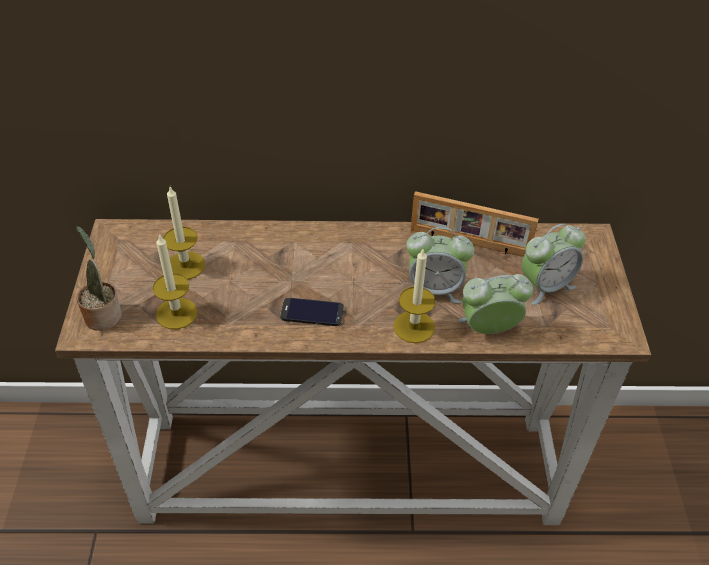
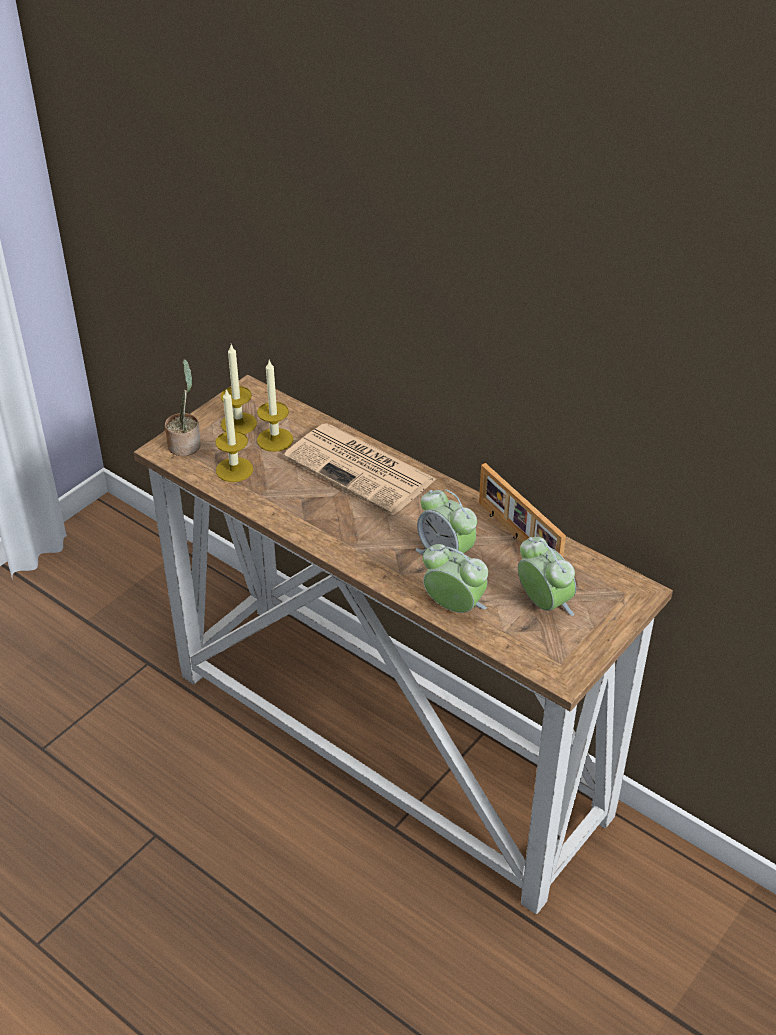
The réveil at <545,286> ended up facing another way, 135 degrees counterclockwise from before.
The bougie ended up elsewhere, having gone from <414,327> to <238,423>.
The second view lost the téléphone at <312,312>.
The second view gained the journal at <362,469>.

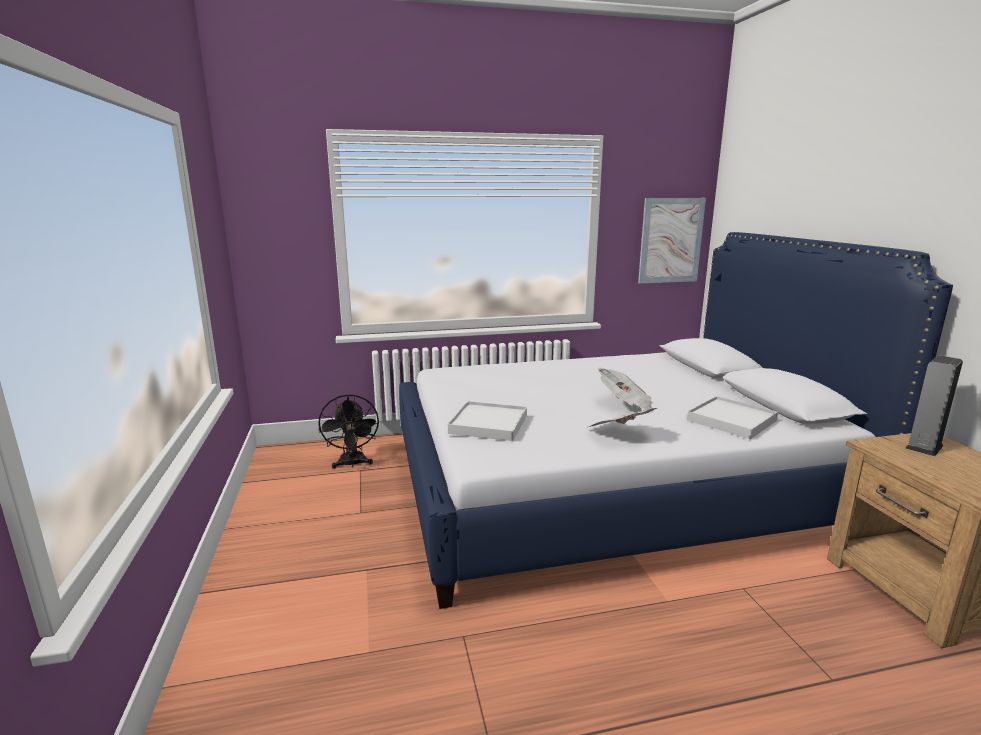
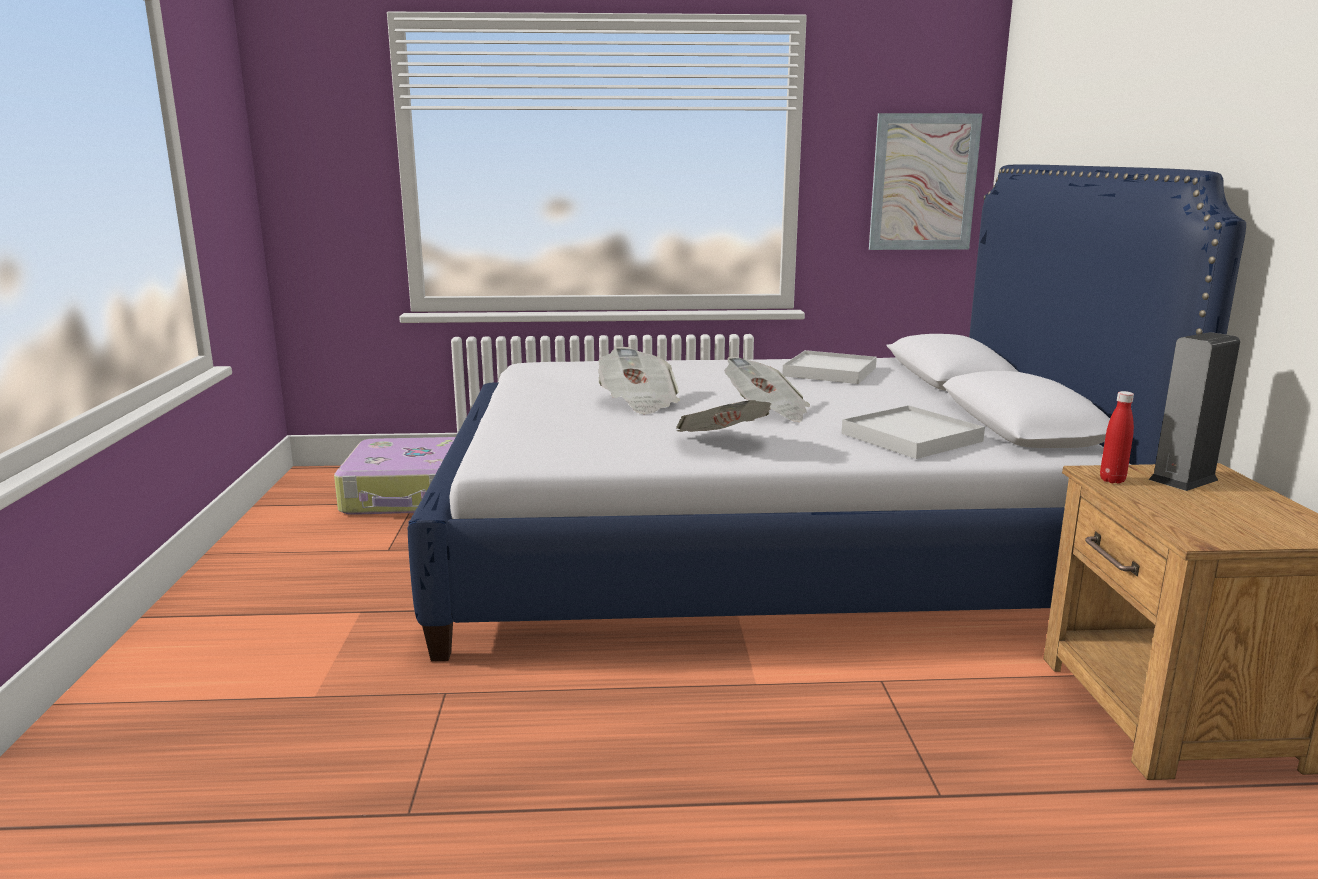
Where the ventilateur/noir stood at <352,464>, the valise came to stand at <408,495>.
The plateau/blanc ended up elsewhere, having gone from <488,424> to <829,372>.
The second view gained the journal at <638,403>.
The second view gained the bouteille/rouge at <1112,480>.

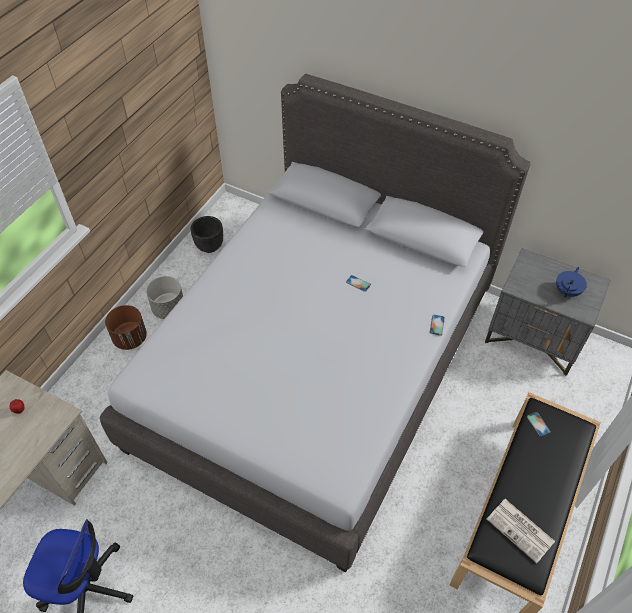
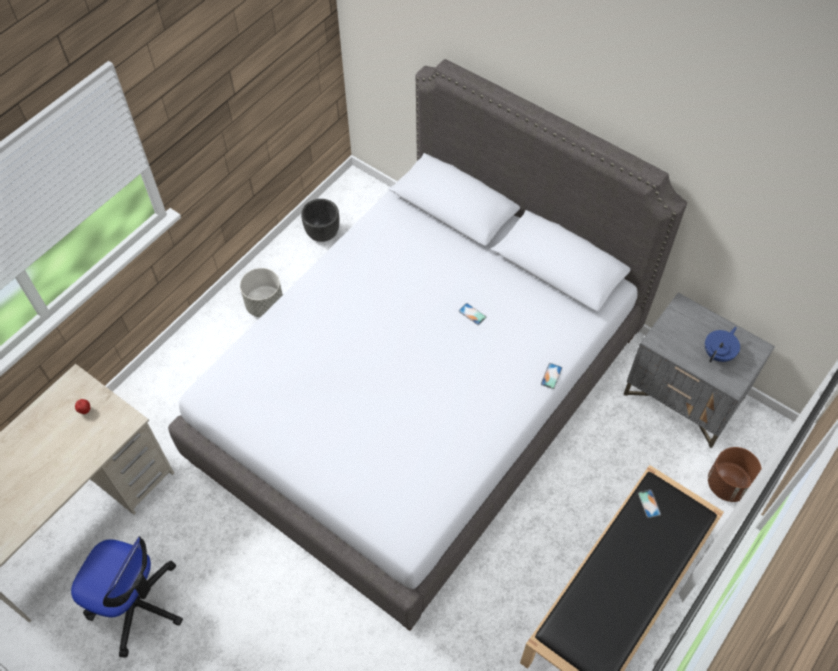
The cache-pot/marron ended up elsewhere, having gone from <130,338> to <728,484>.
The second view lost the journal at <521,530>.

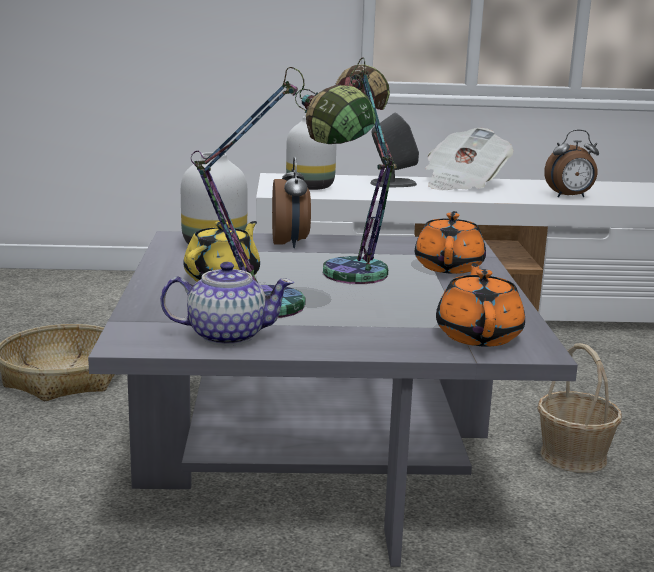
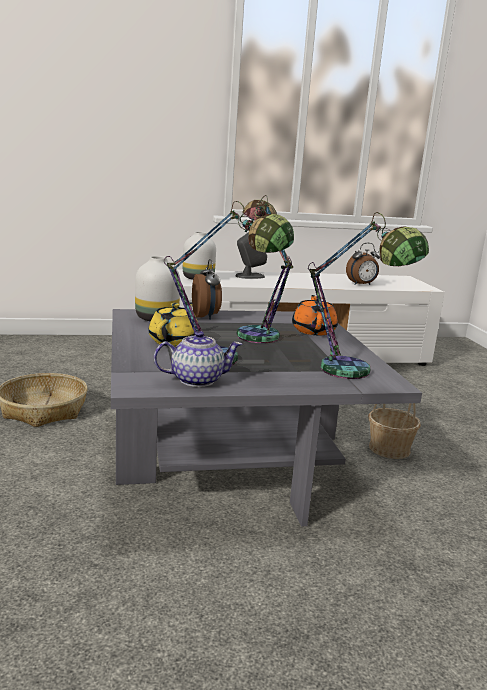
The second view lost the journal at <463,184>.
Where the théière/orange stood at <478,335>, the lampe de table came to stand at <354,375>.

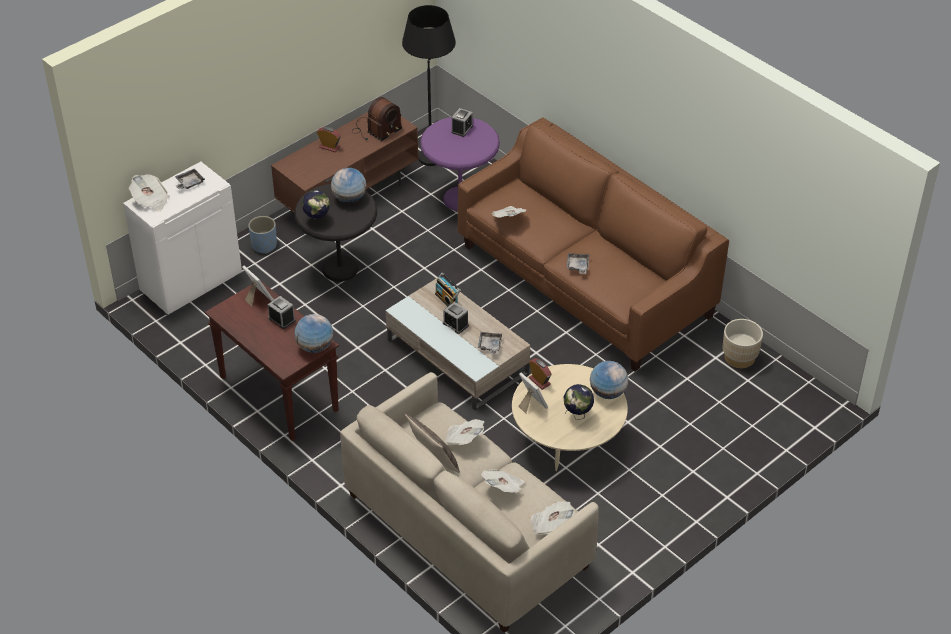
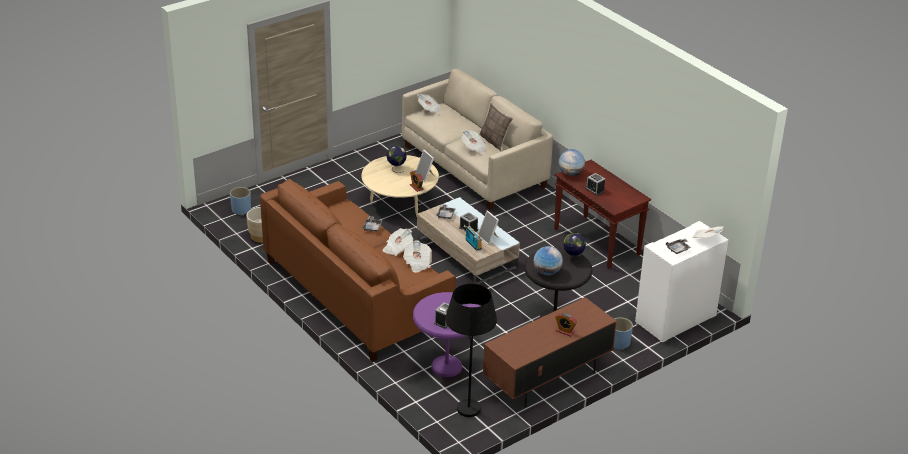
The second view lost the radio at <376,130>.
The cadre photo ended up elsewhere, having gone from <257,298> to <488,238>.
The second view lost the globe at <607,392>.
The journal ended up elsewhere, having gone from <503,488> to <397,248>.
The second view gained the cache-pot/bleu at <241,210>.

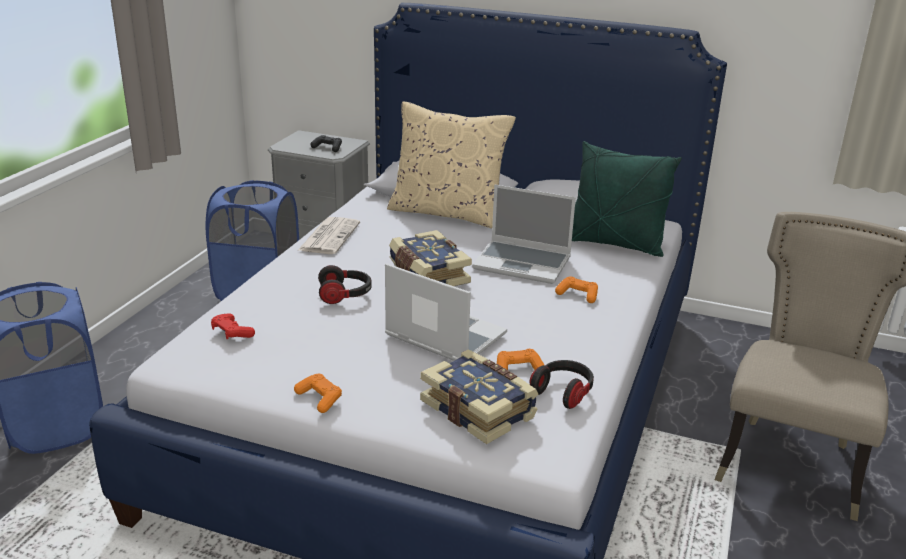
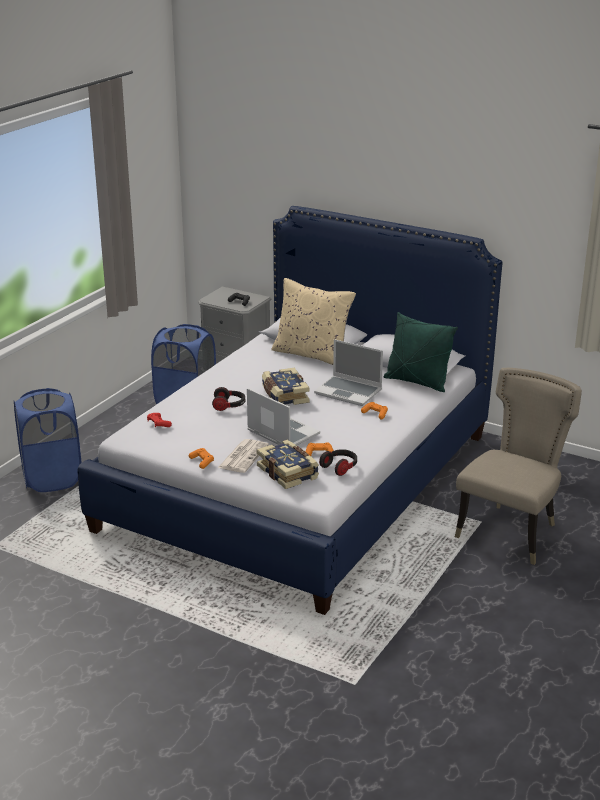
The journal ended up elsewhere, having gone from <329,236> to <243,456>.

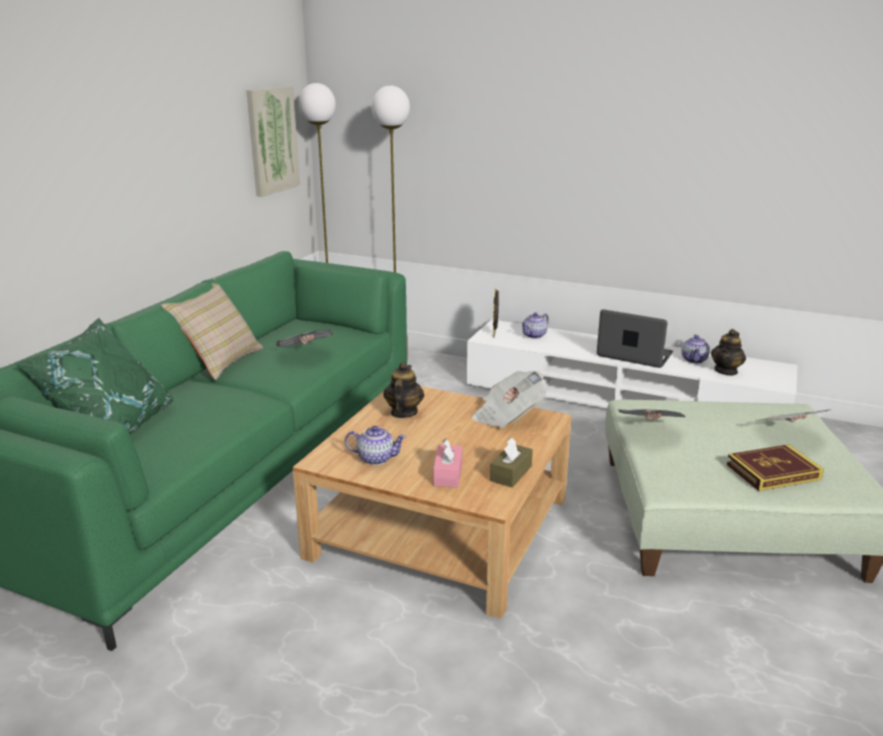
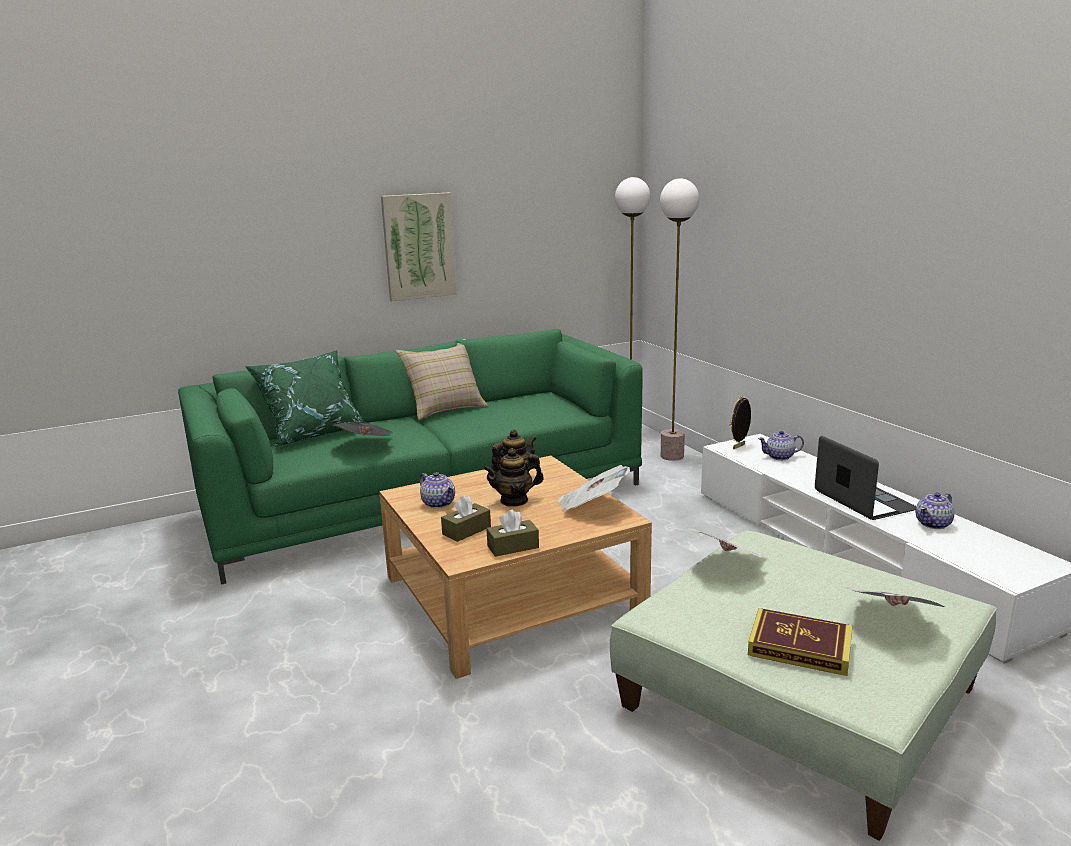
The tableau ended up elsewhere, having gone from <272,140> to <419,246>.
The théière ended up elsewhere, having gone from <726,371> to <514,500>.
The journal ended up elsewhere, having gone from <305,354> to <367,445>.
What was the boîte à mouchoirs/rose at <448,474> turned into the boîte à mouchoirs/marron at <466,530>.

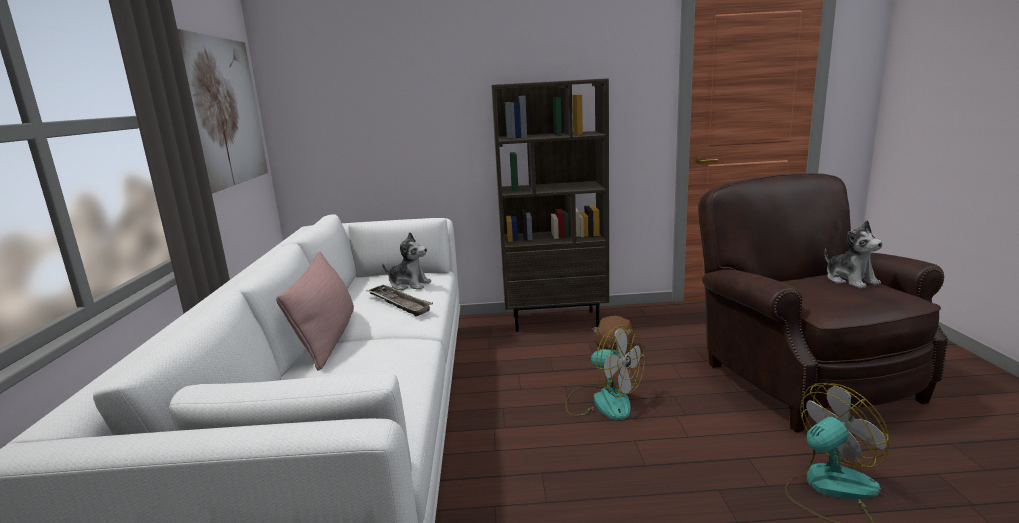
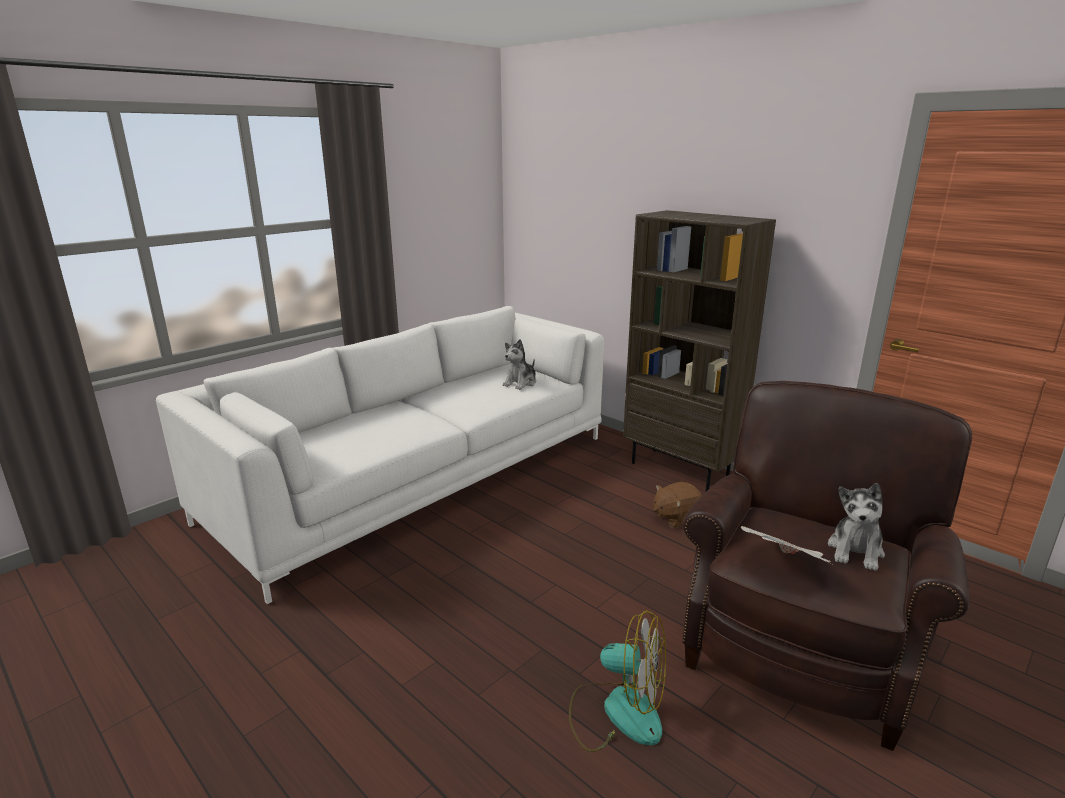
The second view lost the tableau at <224,112>.
The peluche at <409,285> ended up facing another way, 60 degrees clockwise from before.
The second view lost the coussin/rose at <327,338>.
The second view lost the plateau at <399,304>.
The second view lost the ventilateur at <602,401>.
The second view gained the journal at <785,565>.

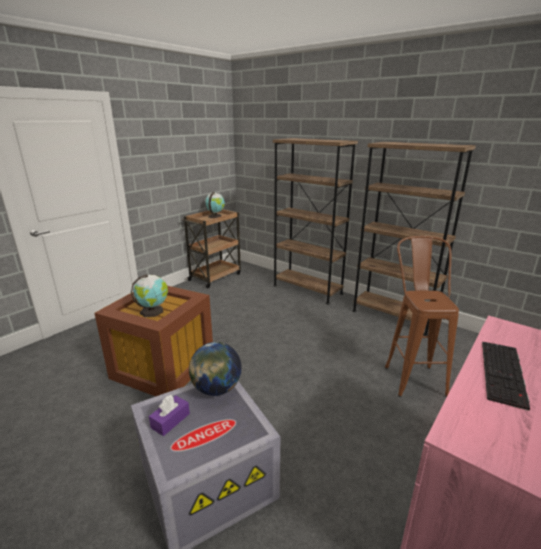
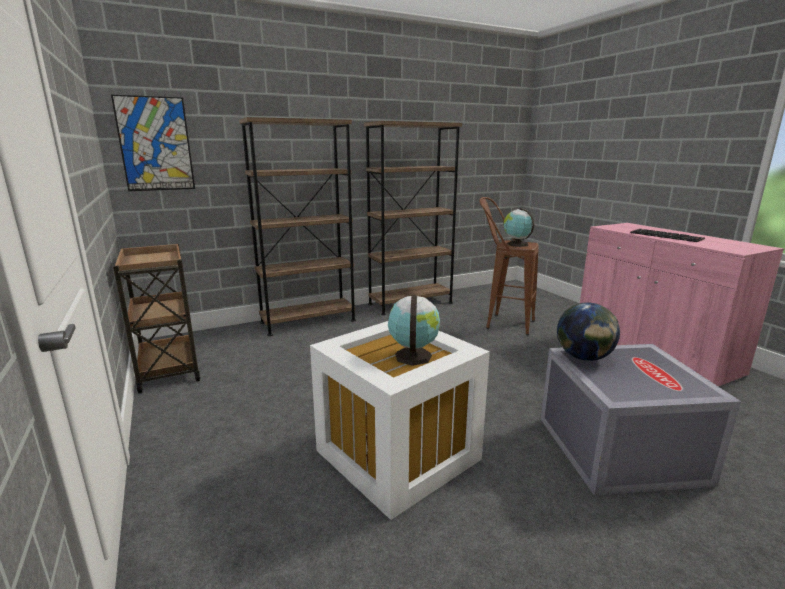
The globe ended up elsewhere, having gone from <215,216> to <516,244>.
What was the boîte de rangement/marron at <163,366> turned into the boîte de rangement/blanc at <395,454>.
The second view lost the boîte à mouchoirs/violet at <170,420>.
The second view gained the tableau at <155,144>.

